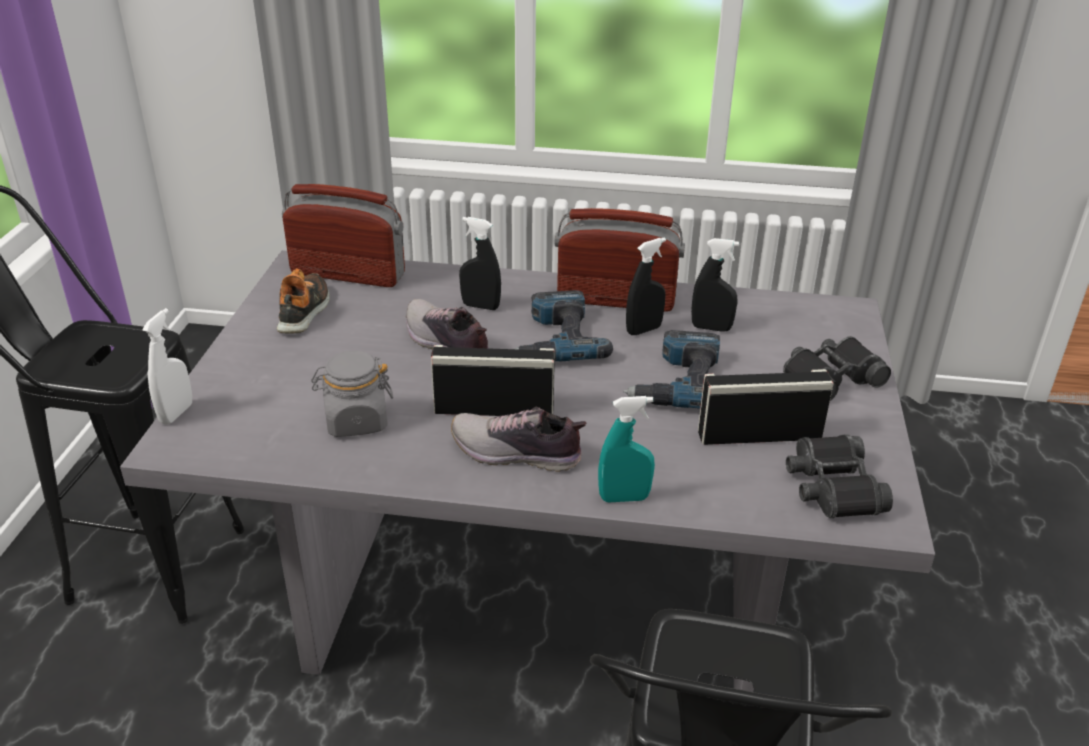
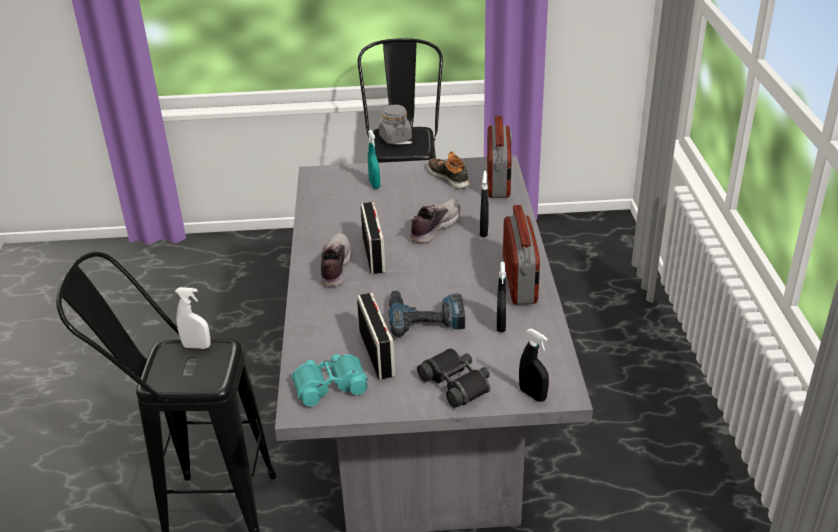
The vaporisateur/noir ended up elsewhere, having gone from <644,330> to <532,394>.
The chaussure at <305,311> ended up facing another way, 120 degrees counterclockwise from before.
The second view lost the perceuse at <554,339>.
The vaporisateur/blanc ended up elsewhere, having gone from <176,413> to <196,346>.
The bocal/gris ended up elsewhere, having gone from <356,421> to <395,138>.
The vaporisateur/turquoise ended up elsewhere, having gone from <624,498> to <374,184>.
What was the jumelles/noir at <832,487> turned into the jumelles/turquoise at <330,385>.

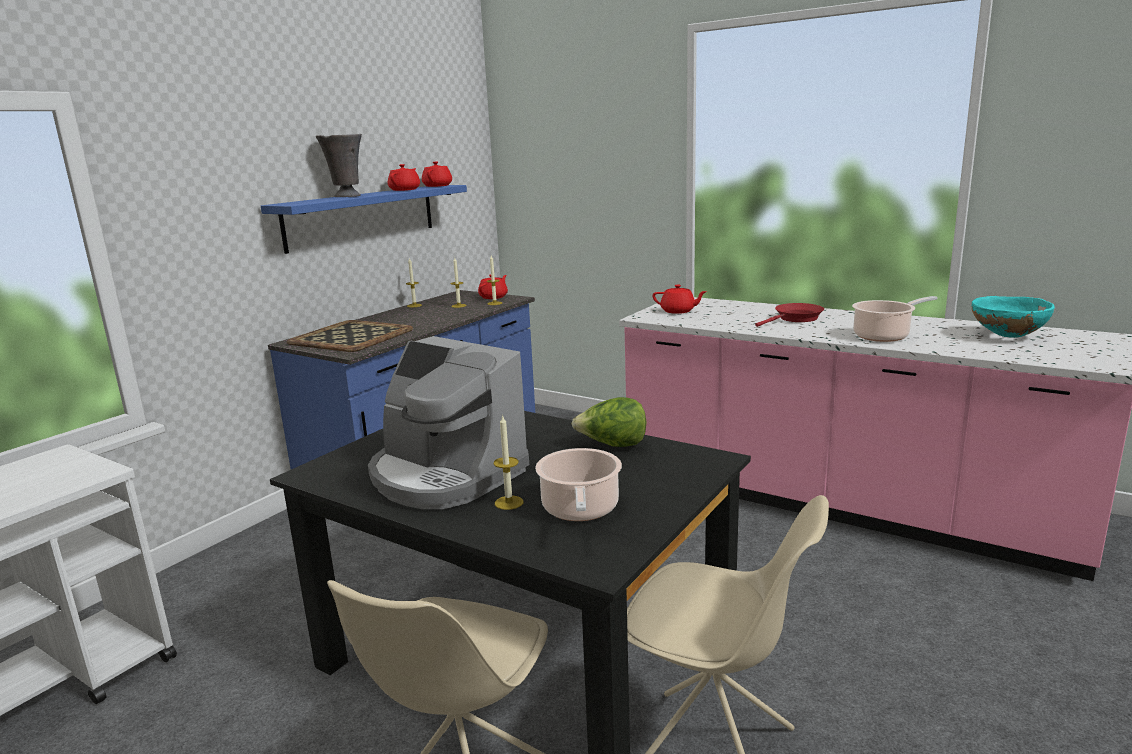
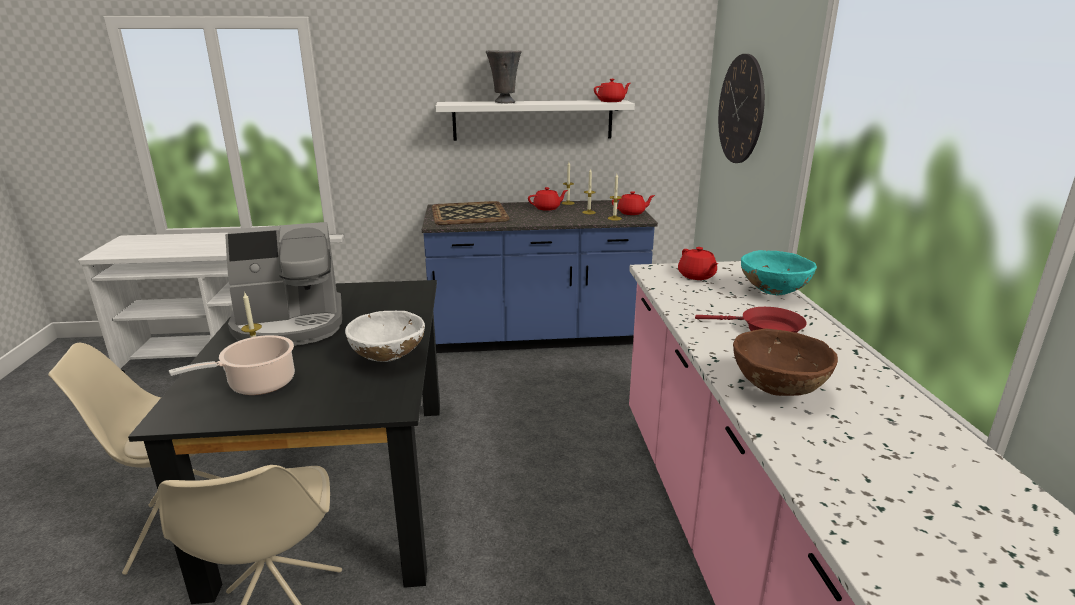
The théière/rouge ended up elsewhere, having gone from <405,190> to <547,208>.
What was the étagère/bleu at <362,216> turned into the étagère/blanc at <533,120>.
Where the marmite stood at <884,336>, the bol/marron came to stand at <777,390>.
The bol/turquoise ended up elsewhere, having gone from <1007,336> to <773,293>.
The machine à café at <445,475> ended up facing another way, 105 degrees counterclockwise from before.
Where the laitue stood at <612,445>, the bol/blanc came to stand at <388,359>.
The second view gained the horloge murale at <741,109>.

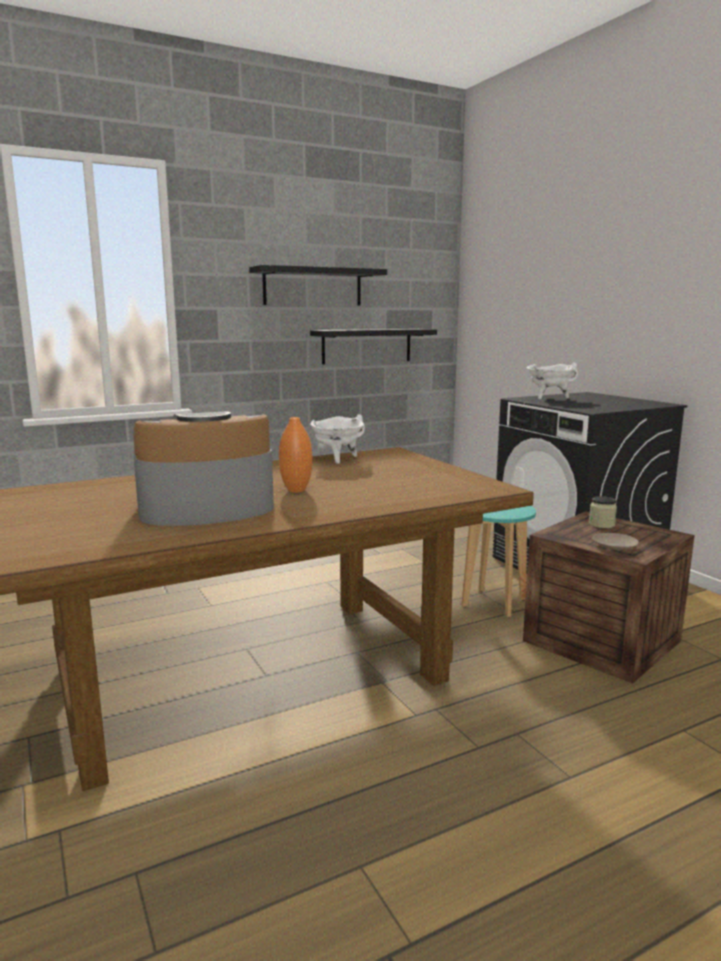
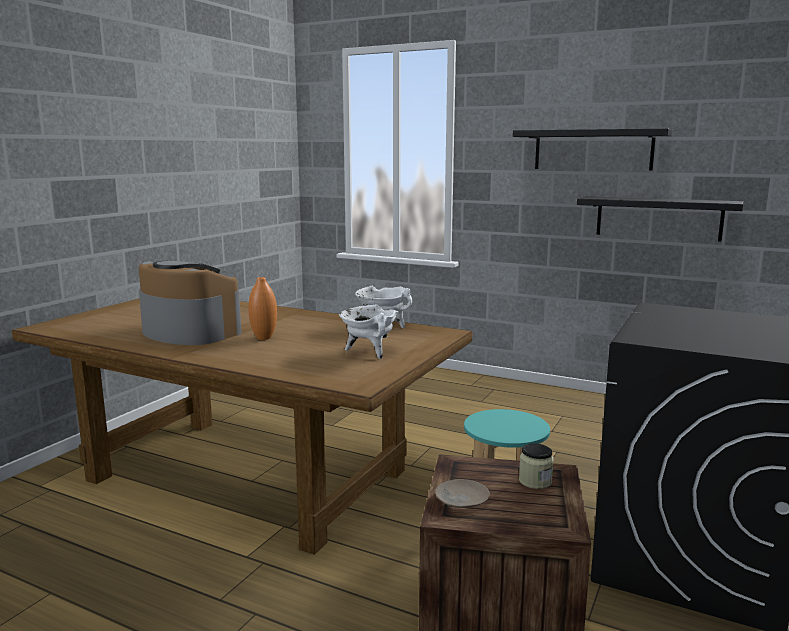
The marmite/blanc ended up elsewhere, having gone from <548,398> to <369,352>.

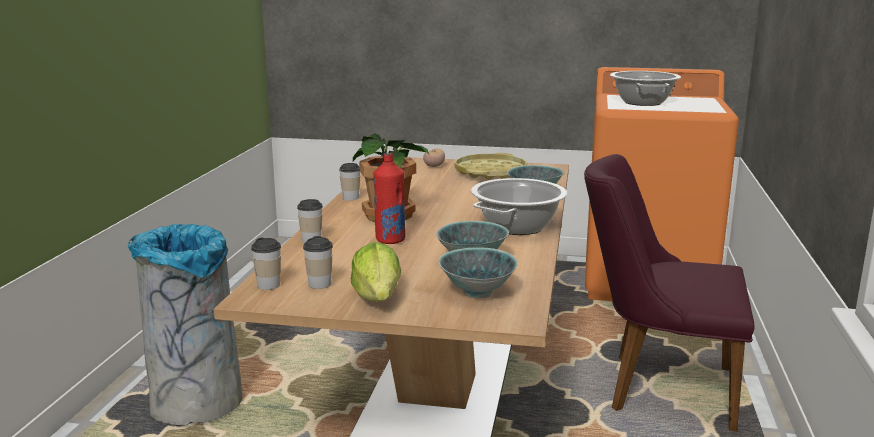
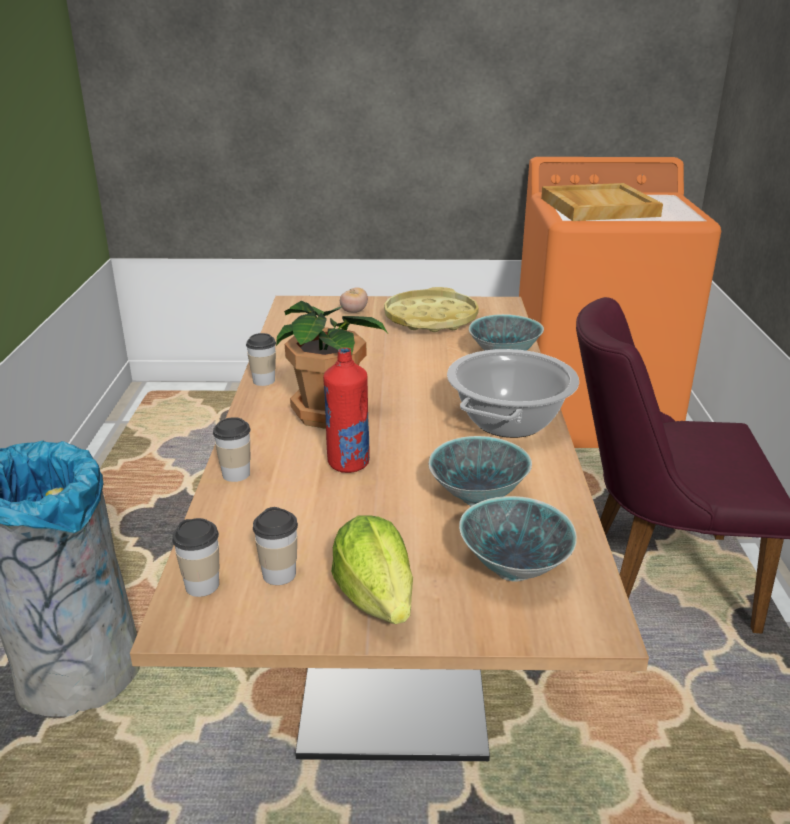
Where the marmite stood at <642,102>, the plateau/beige came to stand at <597,207>.

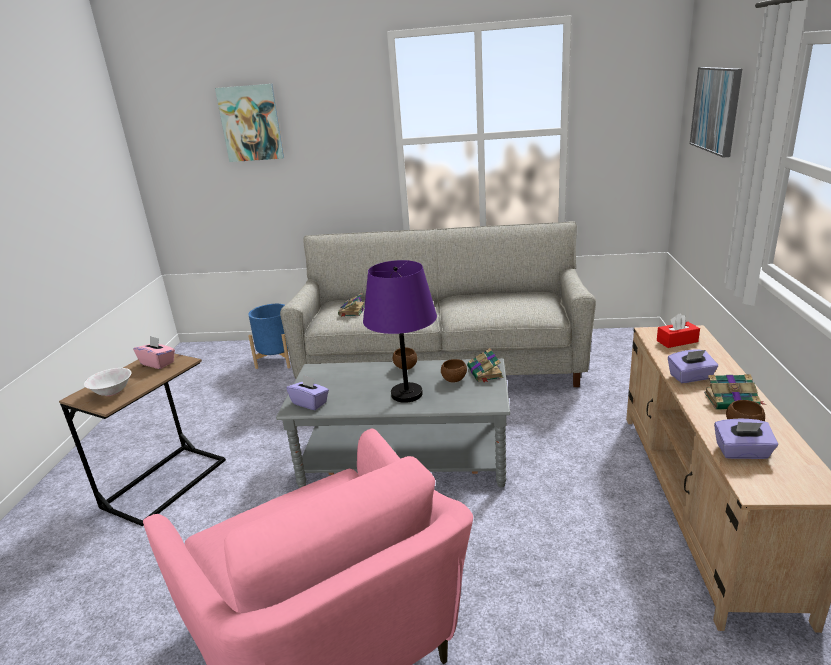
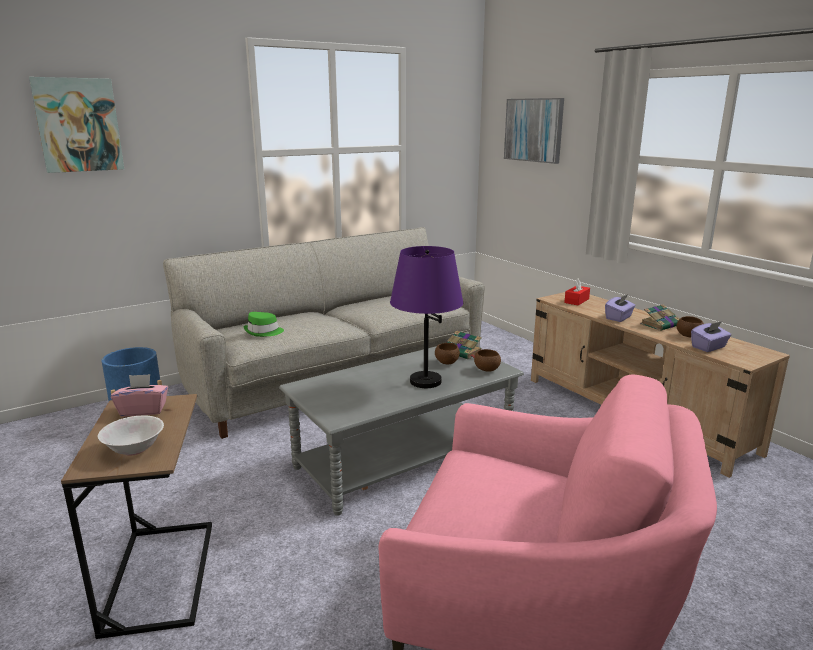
Where the livre stood at <352,311>, the chapeau/vert came to stand at <263,332>.
The bol/marron ended up elsewhere, having gone from <405,367> to <487,369>.
The second view lost the boîte à mouchoirs/violet at <310,403>.

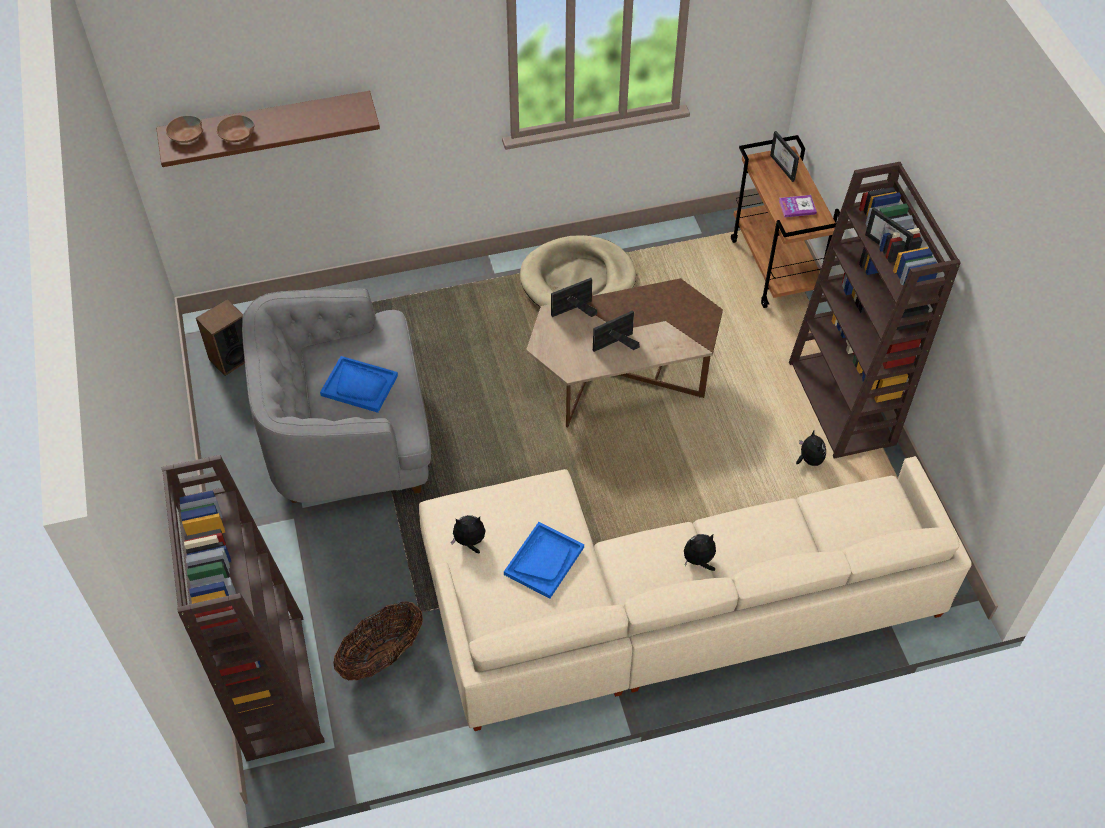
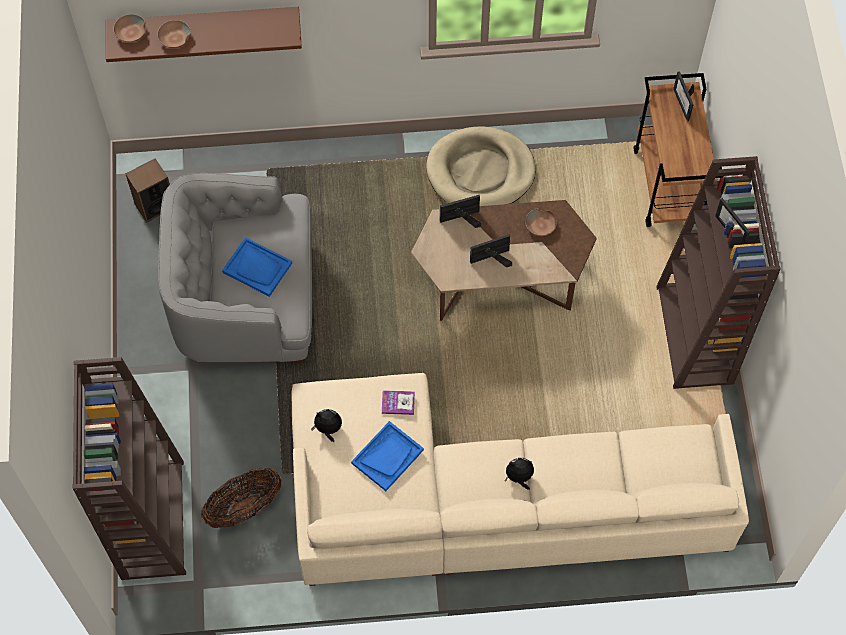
The livre ended up elsewhere, having gone from <797,207> to <398,403>.
The second view lost the peluche at <809,460>.
The second view gained the bol/marron at <541,225>.

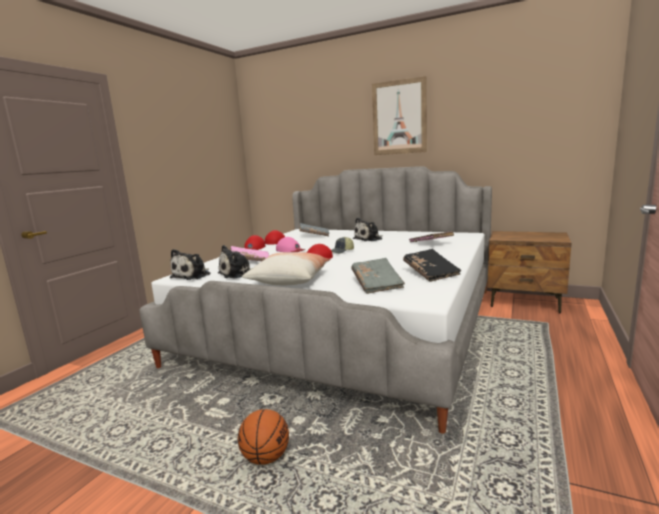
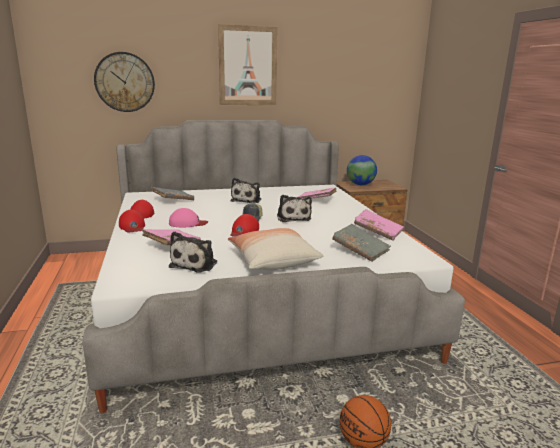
The peluche ended up elsewhere, having gone from <193,275> to <293,218>.
What was the livre/noir at <431,273> turned into the livre/rose at <377,232>.
The second view gained the horloge murale at <125,82>.
The second view gained the globe at <360,184>.

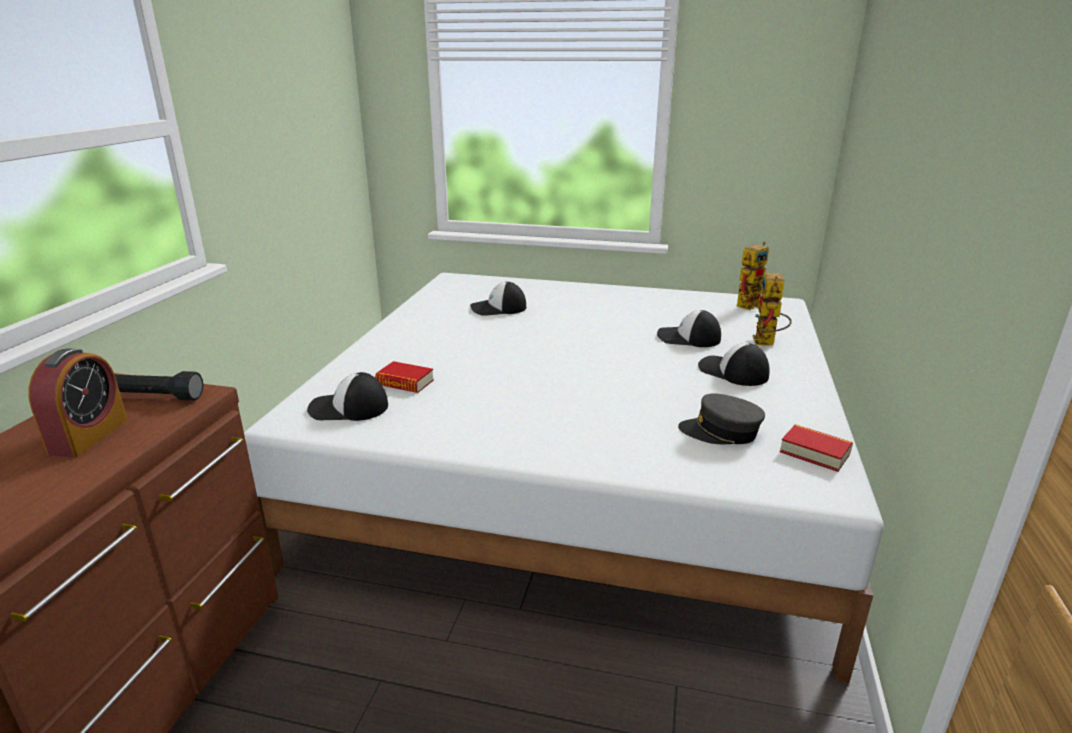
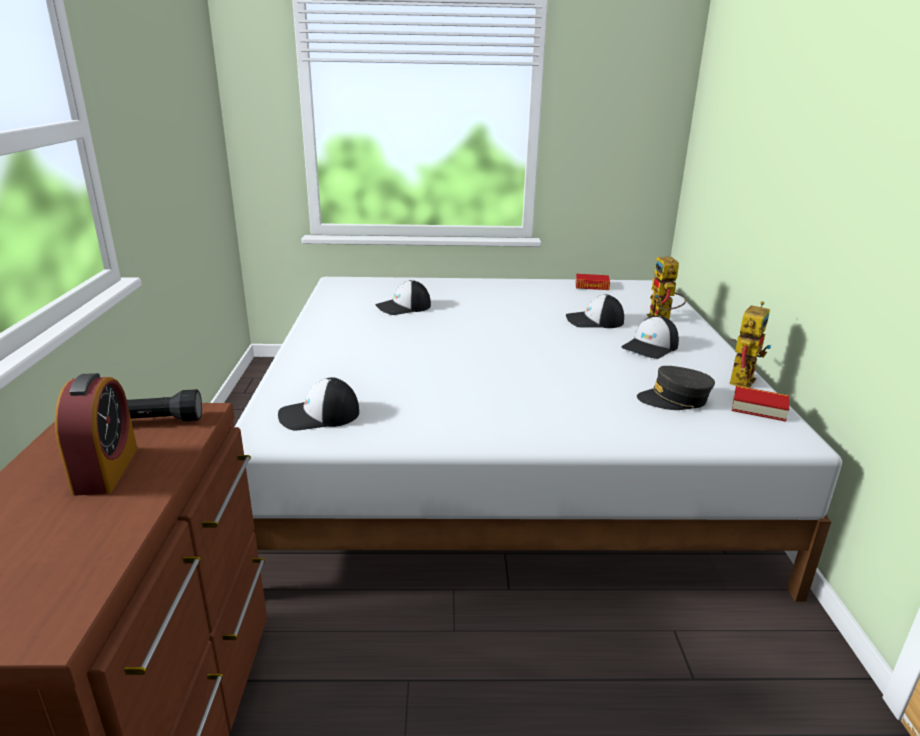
The robot jouet ended up elsewhere, having gone from <750,304> to <741,378>.
The casquette at <732,372> ended up facing another way, 75 degrees counterclockwise from before.
The livre ended up elsewhere, having gone from <405,382> to <592,286>.

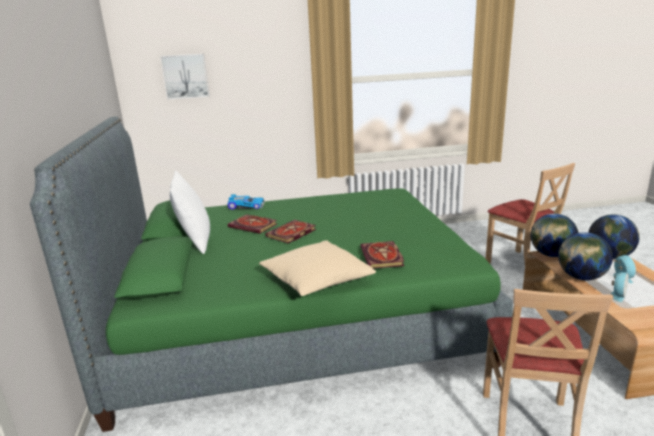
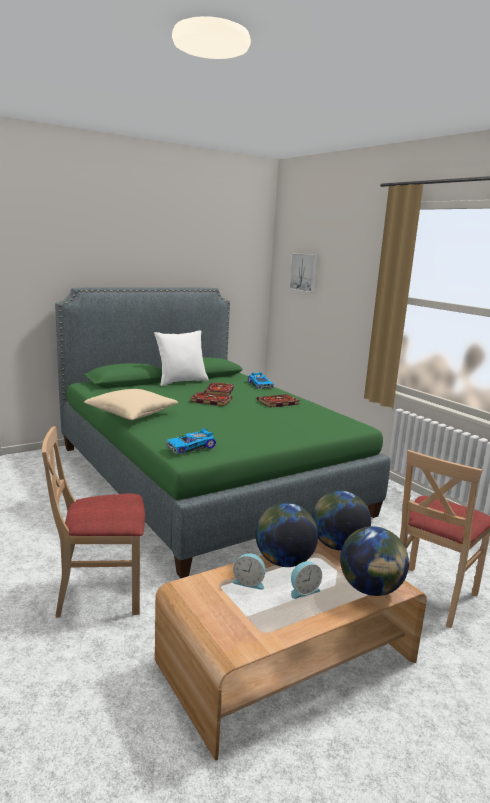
The livre ended up elsewhere, having gone from <383,257> to <278,402>.
The second view gained the petite voiture at <191,447>.

